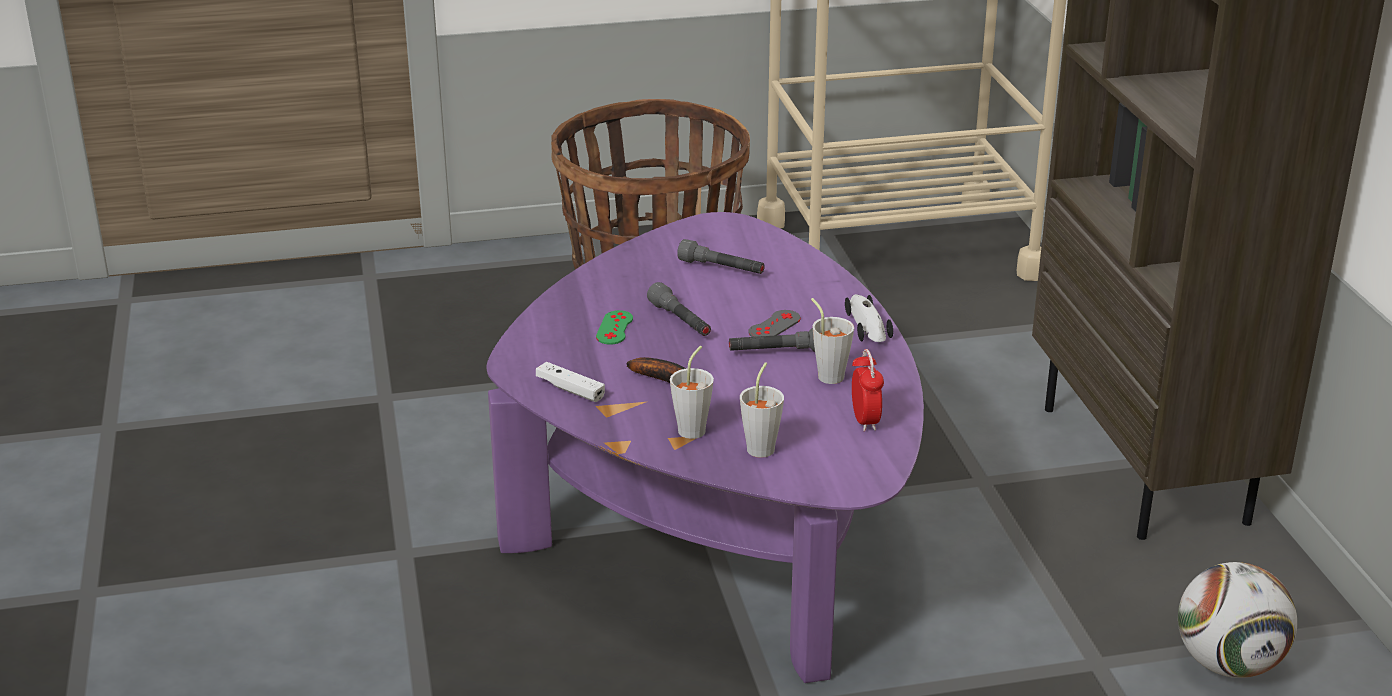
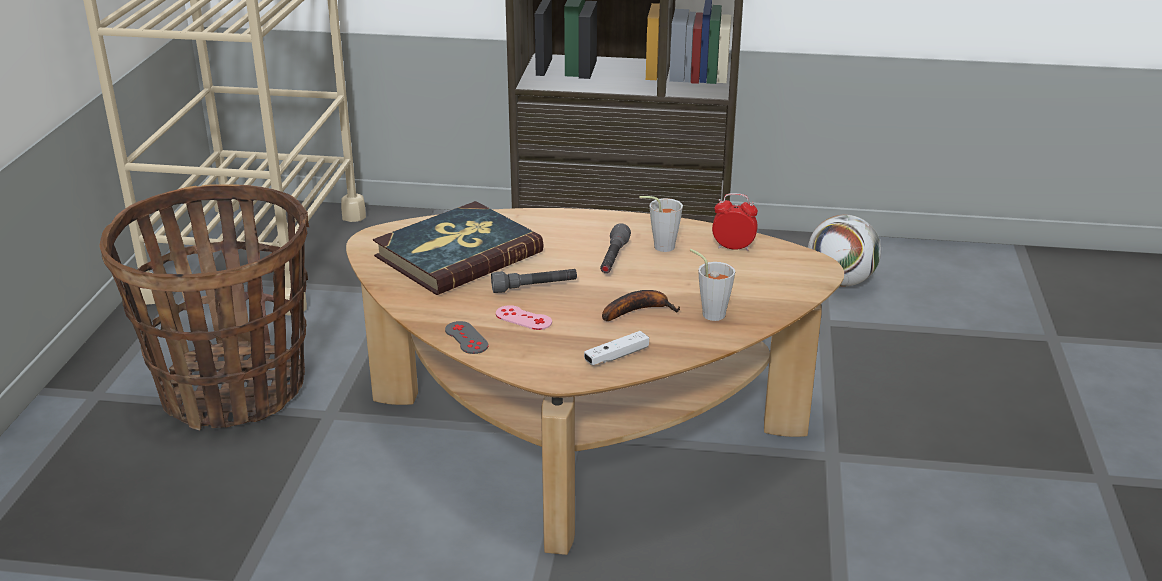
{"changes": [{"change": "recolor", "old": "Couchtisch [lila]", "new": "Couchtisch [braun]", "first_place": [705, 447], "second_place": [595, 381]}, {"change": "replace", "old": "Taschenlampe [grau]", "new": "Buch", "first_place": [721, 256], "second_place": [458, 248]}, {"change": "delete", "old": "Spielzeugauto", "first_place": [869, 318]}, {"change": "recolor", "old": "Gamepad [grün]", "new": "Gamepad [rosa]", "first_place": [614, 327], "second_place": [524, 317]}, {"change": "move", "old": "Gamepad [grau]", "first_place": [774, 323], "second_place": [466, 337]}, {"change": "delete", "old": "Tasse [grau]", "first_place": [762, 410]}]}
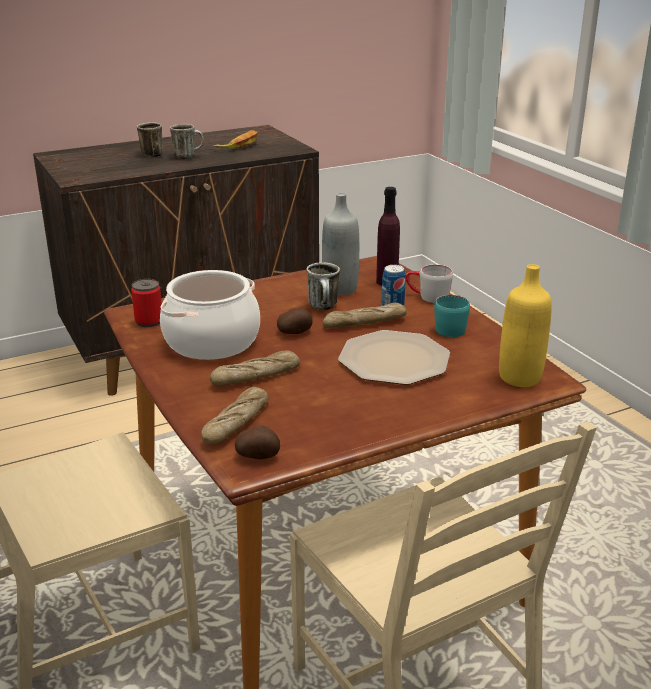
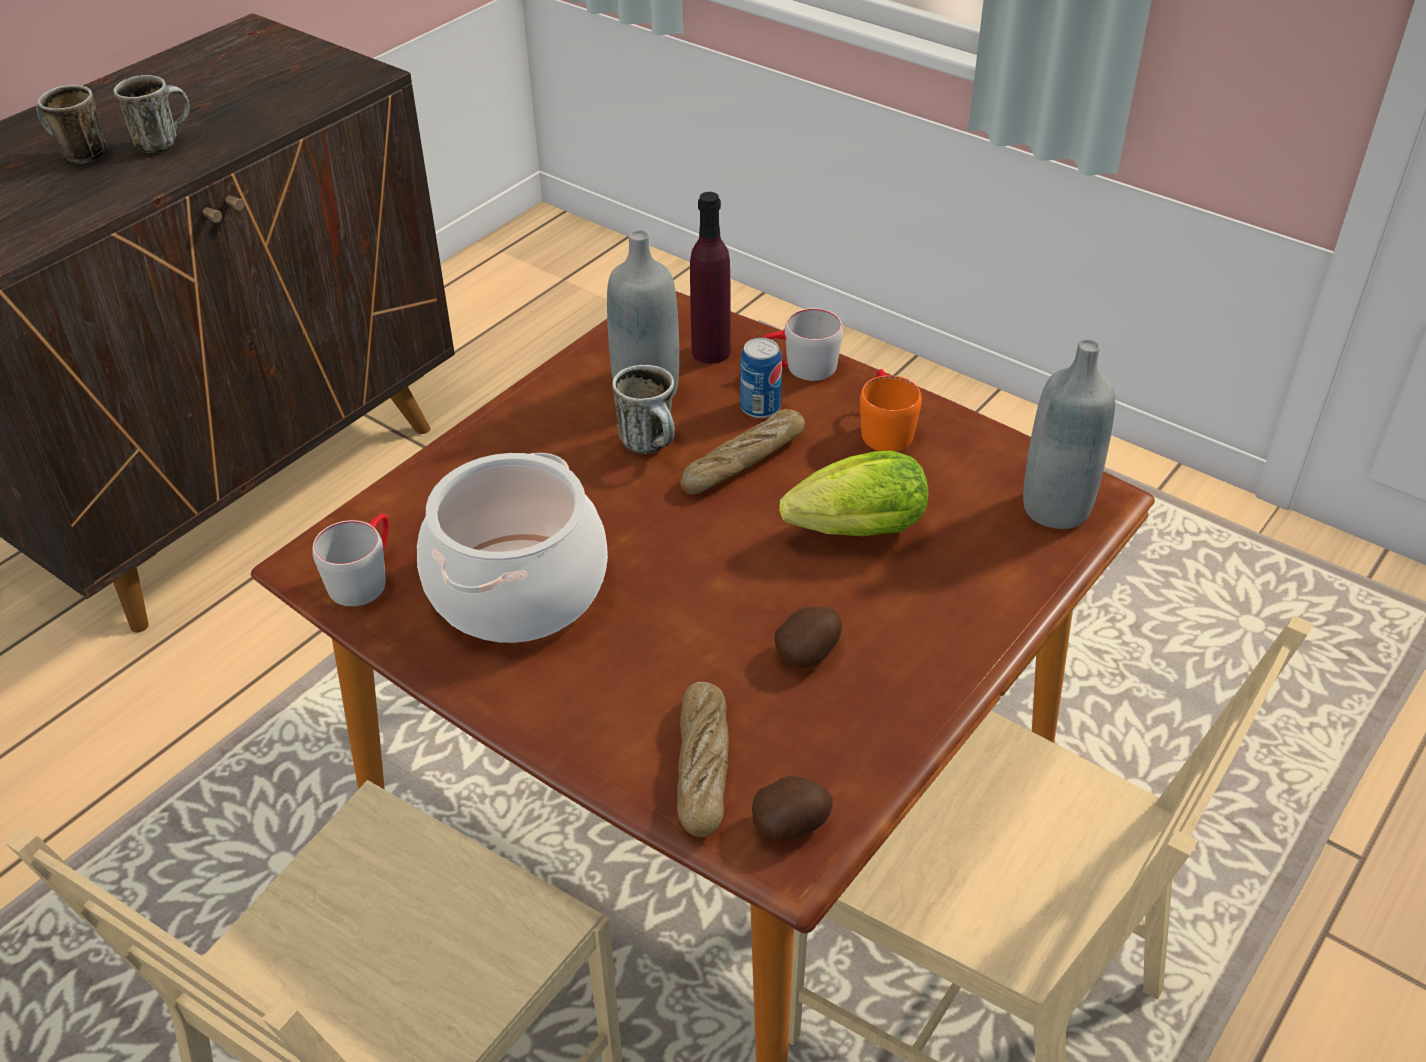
{"changes": [{"change": "delete", "old": "Banane", "first_place": [236, 139]}, {"change": "recolor", "old": "Flasche [gelb]", "new": "Flasche [grau]", "first_place": [525, 325], "second_place": [1069, 434]}, {"change": "replace", "old": "Dose", "new": "Henkelbecher [grau]", "first_place": [146, 303], "second_place": [350, 560]}, {"change": "recolor", "old": "Henkelbecher [türkis]", "new": "Henkelbecher [orange]", "first_place": [452, 316], "second_place": [891, 410]}, {"change": "move", "old": "Kartoffel", "first_place": [295, 321], "second_place": [808, 637]}, {"change": "replace", "old": "Teller", "new": "Salatkopf", "first_place": [394, 357], "second_place": [853, 493]}, {"change": "delete", "old": "Brot", "first_place": [255, 368]}]}
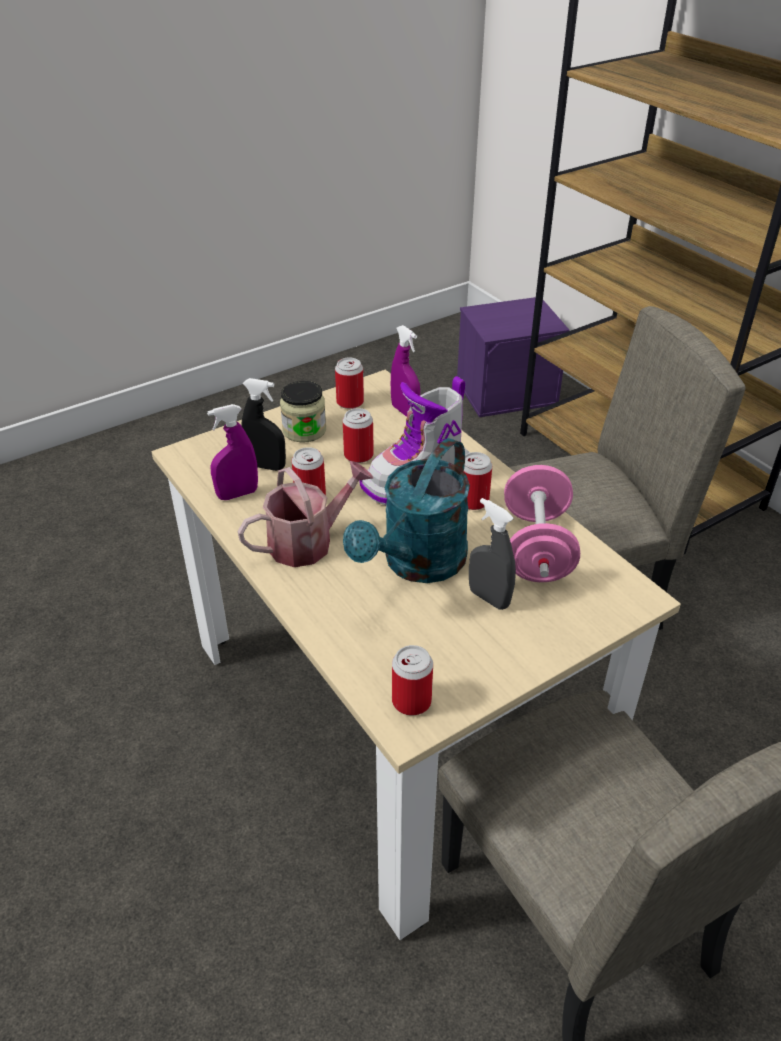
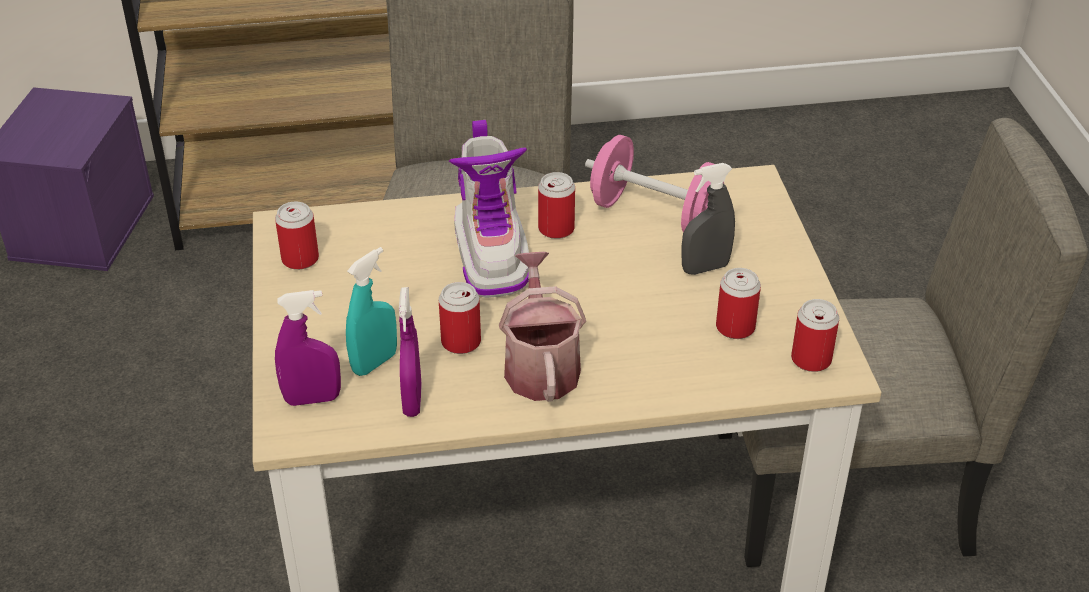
{"changes": [{"change": "move", "old": "Sprühflasche [lila]", "first_place": [405, 371], "second_place": [308, 348]}, {"change": "recolor", "old": "Sprühflasche [schwarz]", "new": "Sprühflasche [türkis]", "first_place": [263, 424], "second_place": [371, 311]}, {"change": "delete", "old": "Vorratsglas", "first_place": [303, 412]}, {"change": "move", "old": "Dose", "first_place": [358, 435], "second_place": [738, 303]}, {"change": "delete", "old": "Gießkanne [türkis]", "first_place": [406, 510]}]}
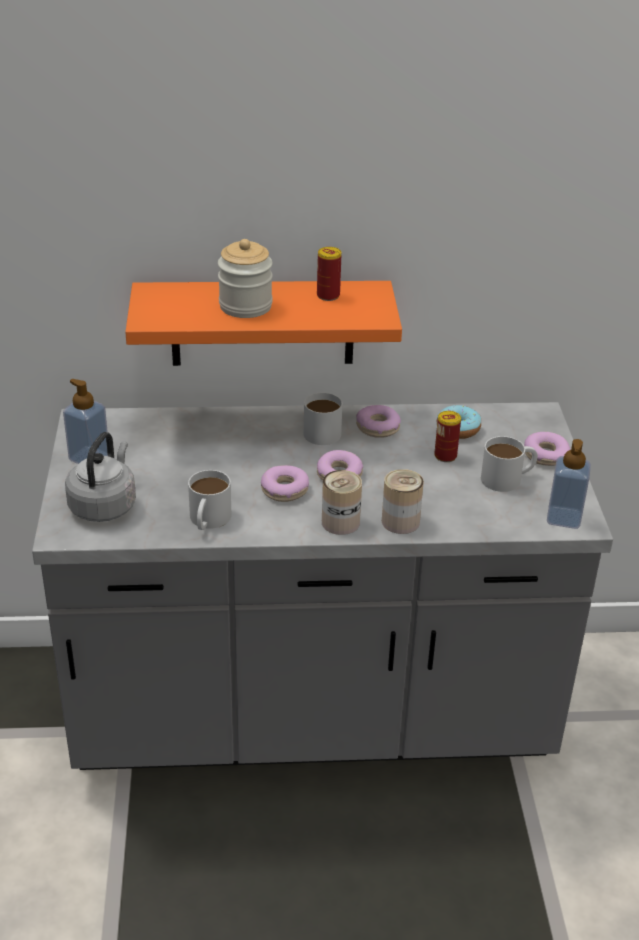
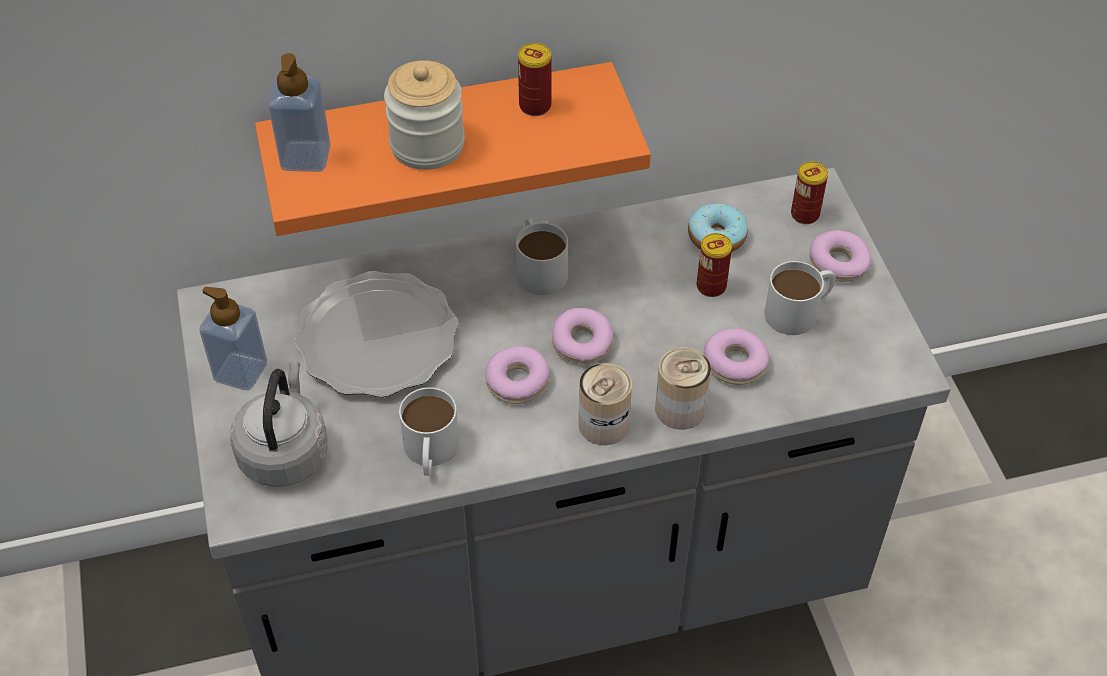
{"changes": [{"change": "move", "old": "Donut", "first_place": [378, 421], "second_place": [737, 356]}, {"change": "move", "old": "Seifenspender", "first_place": [569, 484], "second_place": [299, 112]}, {"change": "insert", "new": "Dose", "second_place": [809, 192]}, {"change": "insert", "new": "Teller", "second_place": [377, 334]}]}
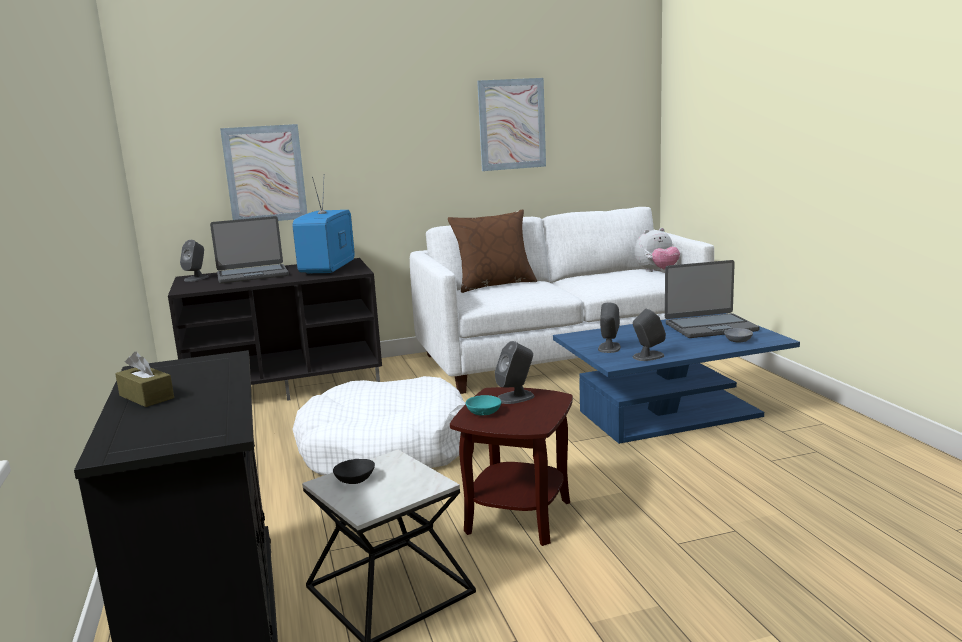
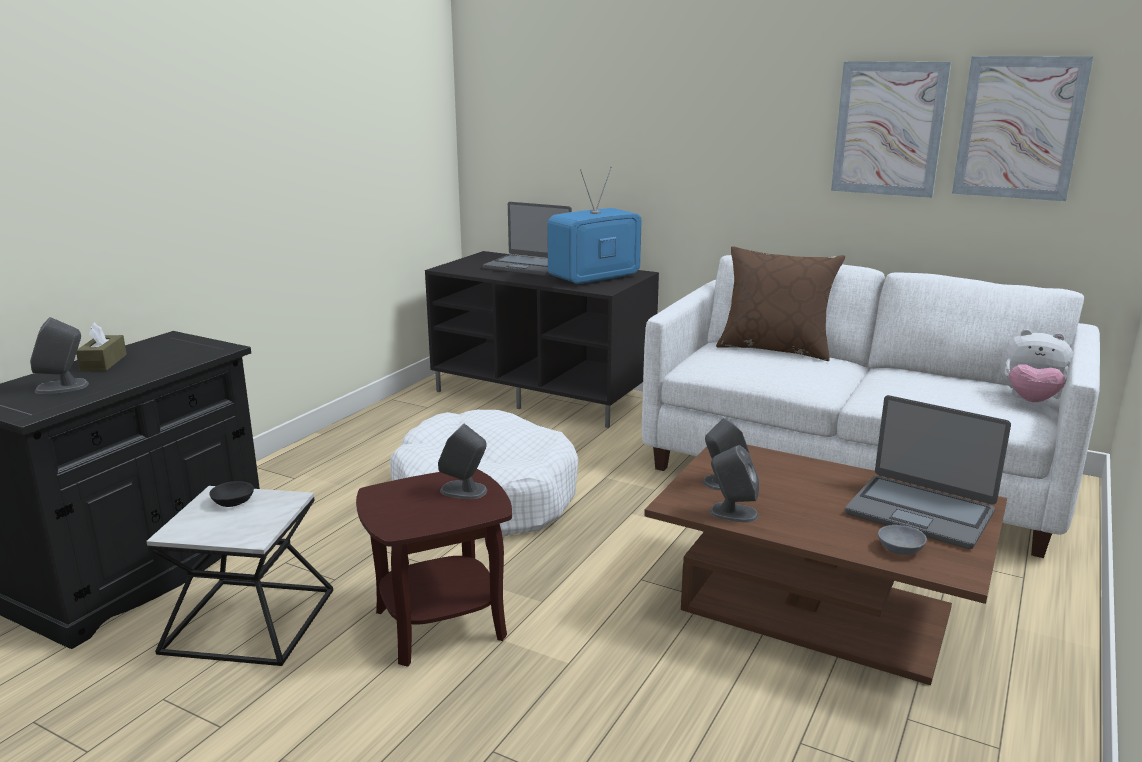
{"changes": [{"change": "move", "old": "Bild", "first_place": [264, 172], "second_place": [1022, 128]}, {"change": "move", "old": "Lautsprecher [grau]", "first_place": [194, 261], "second_place": [59, 355]}, {"change": "recolor", "old": "Couchtisch [blau]", "new": "Couchtisch [braun]", "first_place": [676, 378], "second_place": [825, 565]}, {"change": "delete", "old": "Schüssel [türkis]", "first_place": [483, 405]}]}
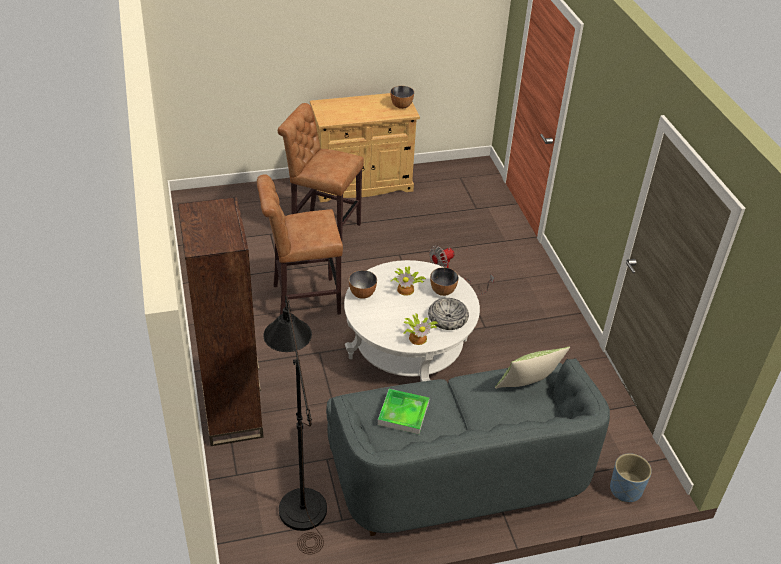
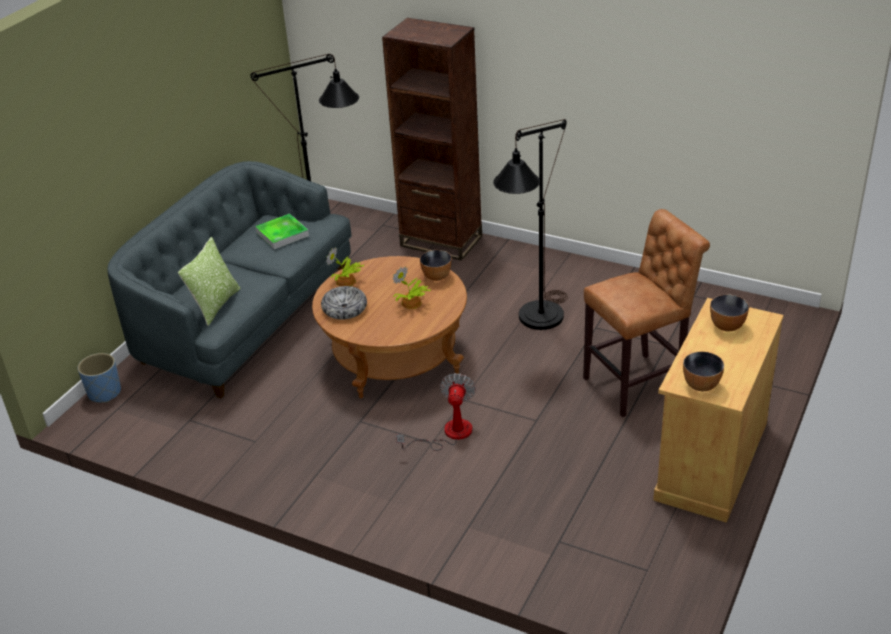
{"changes": [{"change": "replace", "old": "Hocker [braun]", "new": "Stehlampe [schwarz]", "first_place": [300, 244], "second_place": [530, 224]}, {"change": "recolor", "old": "Couchtisch [weiß]", "new": "Couchtisch [braun]", "first_place": [412, 321], "second_place": [389, 327]}, {"change": "move", "old": "Schüssel", "first_place": [444, 282], "second_place": [729, 313]}]}
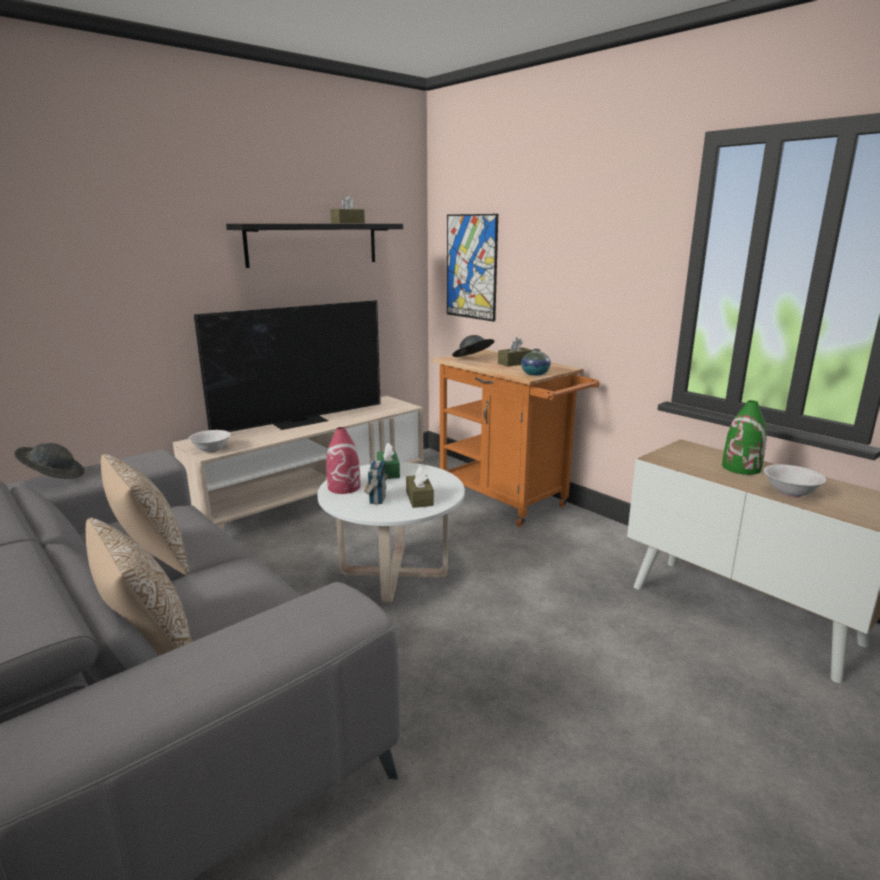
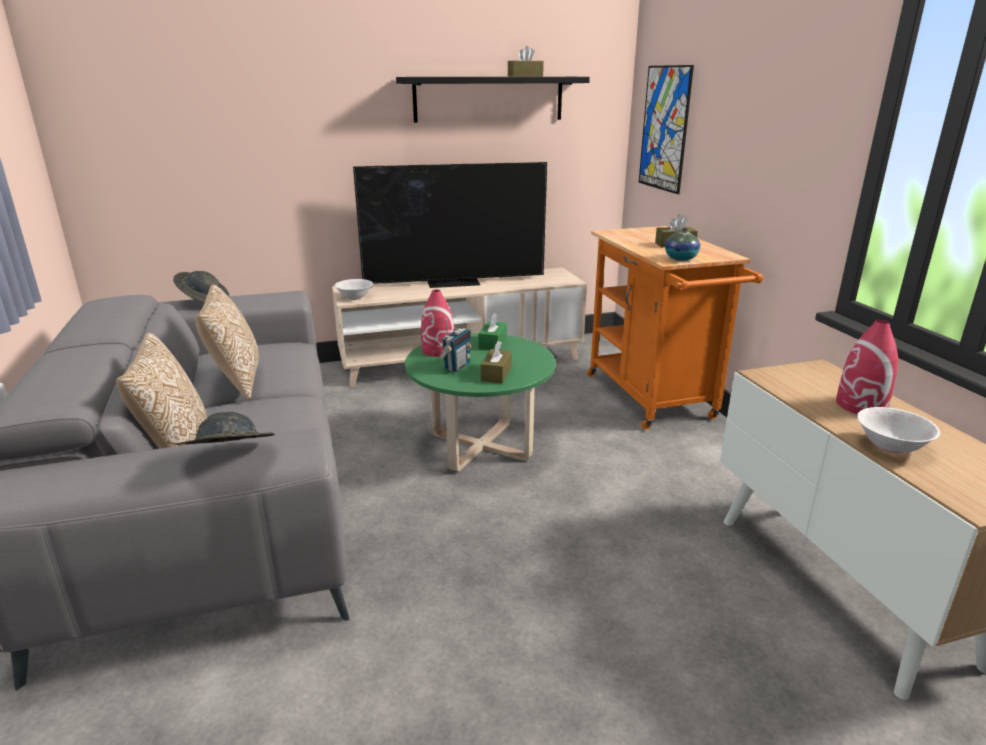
{"changes": [{"change": "move", "old": "Hut [grau]", "first_place": [473, 346], "second_place": [225, 428]}, {"change": "recolor", "old": "Vase [grün]", "new": "Vase [rot]", "first_place": [744, 437], "second_place": [867, 367]}, {"change": "recolor", "old": "Couchtisch [weiß]", "new": "Couchtisch [grün]", "first_place": [391, 532], "second_place": [480, 402]}]}
